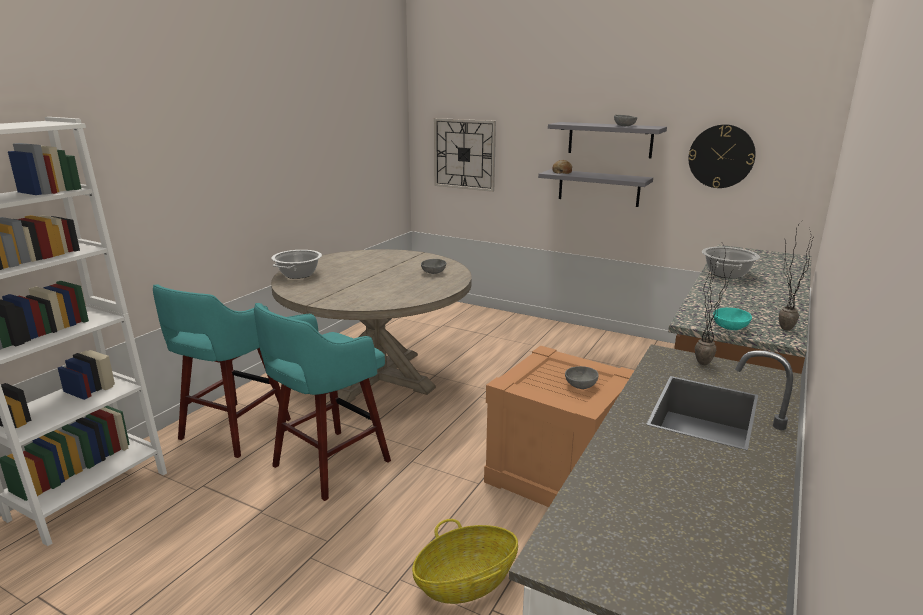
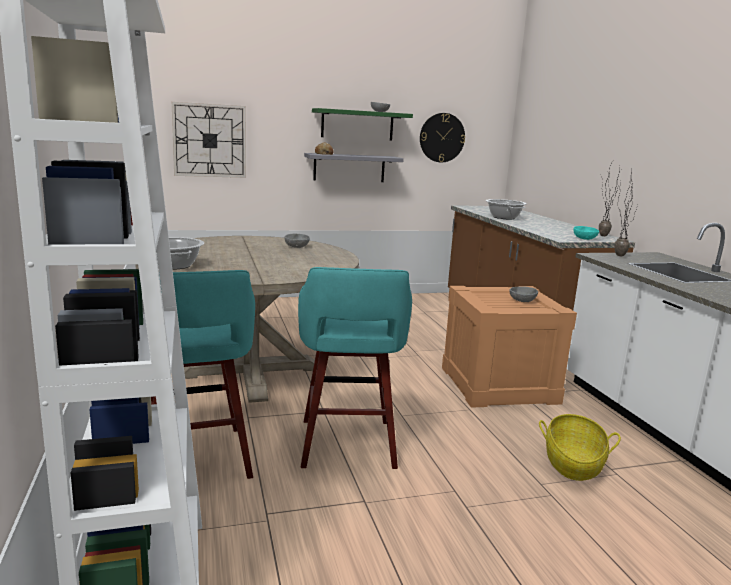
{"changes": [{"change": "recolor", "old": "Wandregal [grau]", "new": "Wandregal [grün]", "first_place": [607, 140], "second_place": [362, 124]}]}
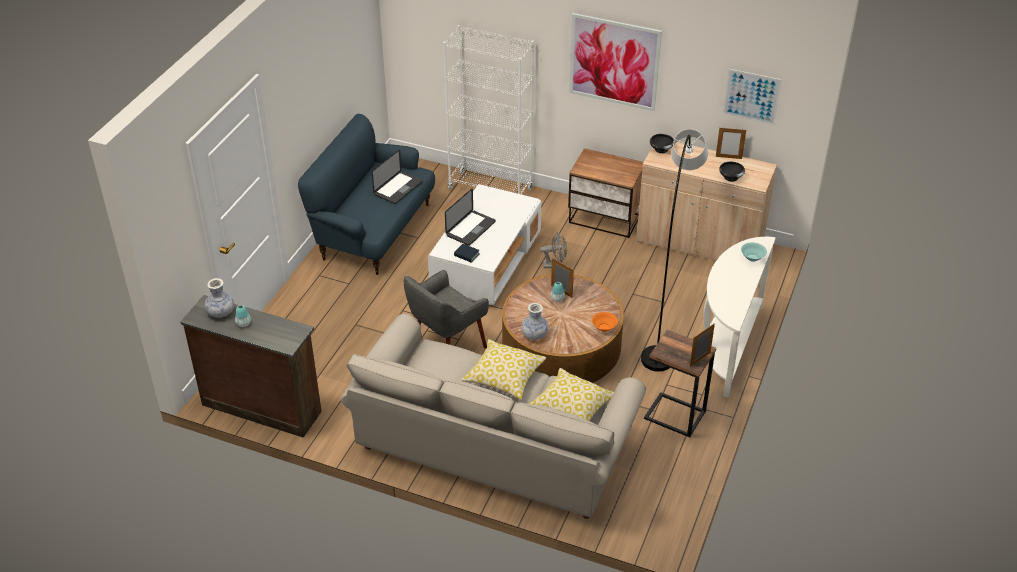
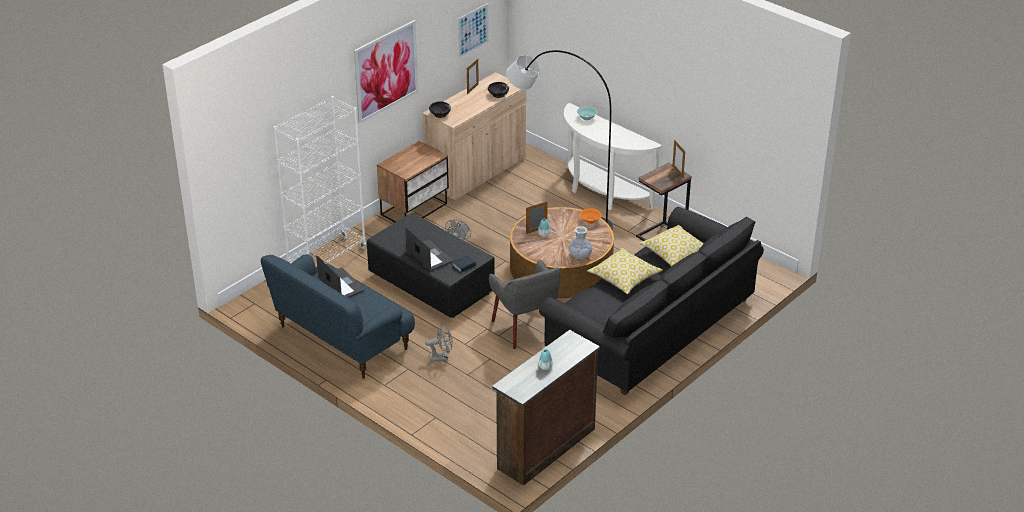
{"changes": [{"change": "recolor", "old": "Couchtisch [weiß]", "new": "Couchtisch [schwarz]", "first_place": [484, 245], "second_place": [431, 265]}, {"change": "delete", "old": "Vase", "first_place": [219, 298]}, {"change": "recolor", "old": "Sofa [beige]", "new": "Sofa [schwarz]", "first_place": [493, 416], "second_place": [651, 301]}, {"change": "insert", "new": "Ventilator [grau]", "second_place": [439, 343]}]}
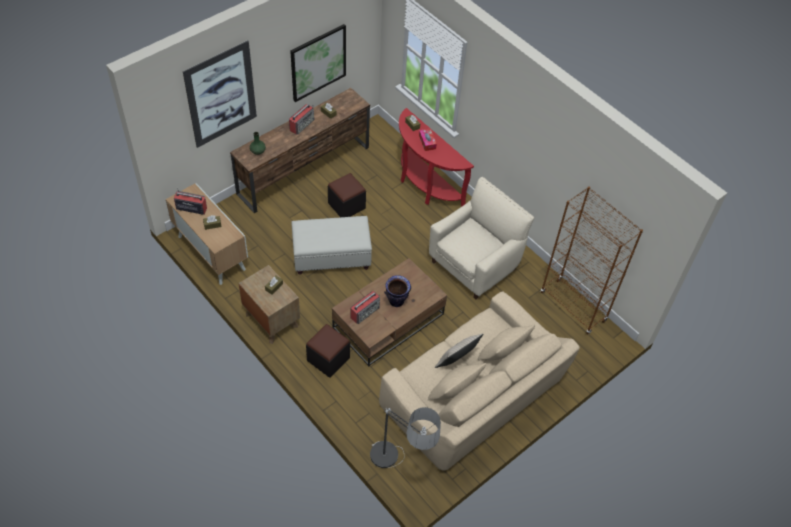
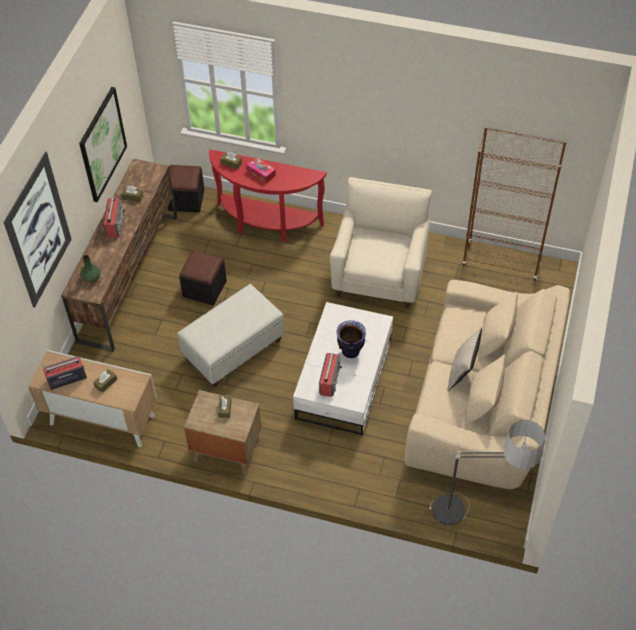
{"changes": [{"change": "recolor", "old": "Couchtisch [braun]", "new": "Couchtisch [weiß]", "first_place": [389, 312], "second_place": [343, 369]}, {"change": "move", "old": "Polsterhocker [schwarz]", "first_place": [328, 351], "second_place": [186, 189]}]}
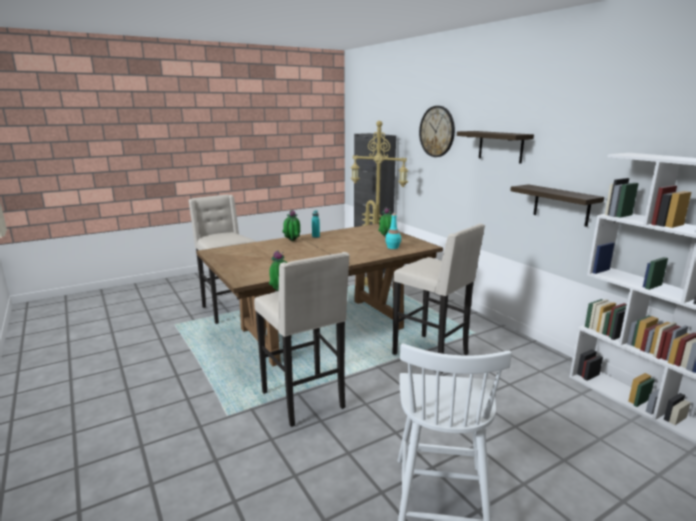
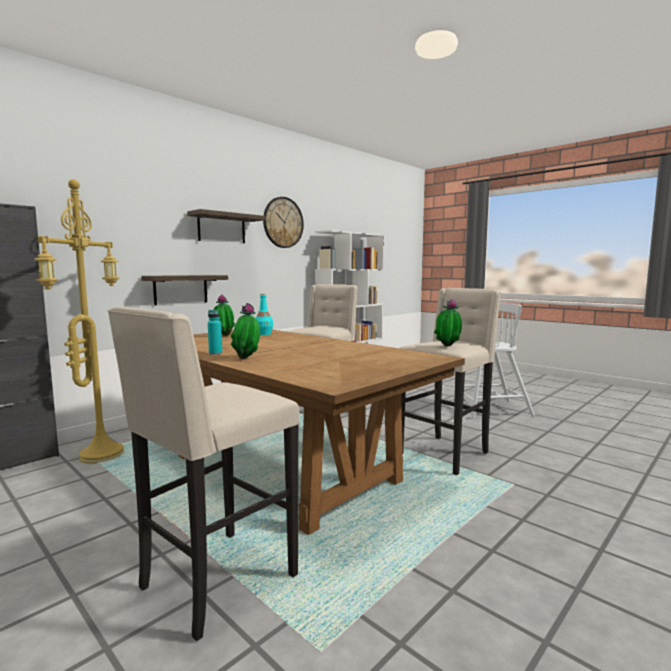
{"changes": [{"change": "move", "old": "Wanduhr", "first_place": [437, 131], "second_place": [283, 222]}, {"change": "move", "old": "Wandregal", "first_place": [557, 205], "second_place": [184, 290]}]}
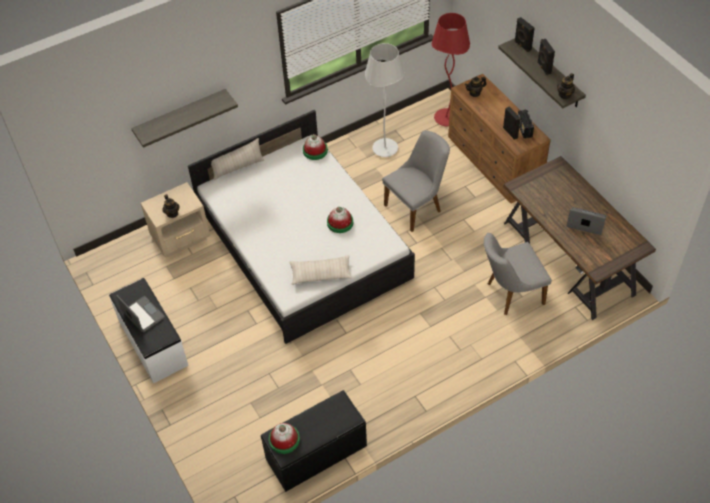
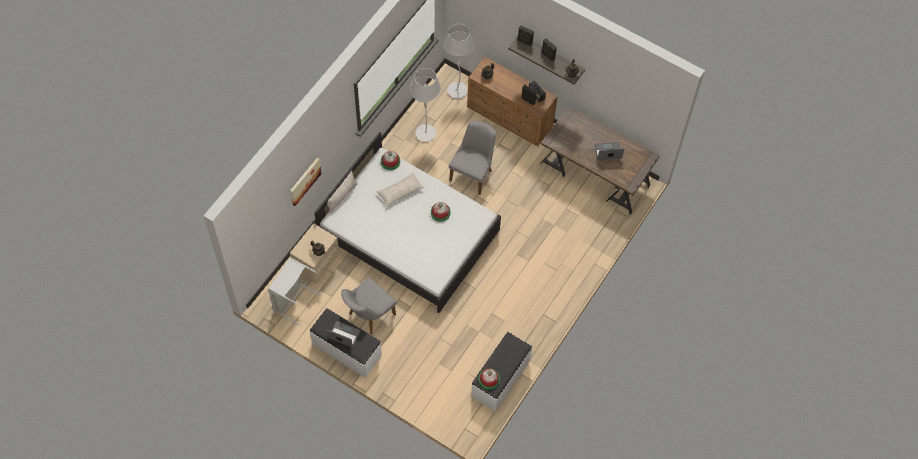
{"changes": [{"change": "recolor", "old": "Stehlampe [rot]", "new": "Stehlampe [weiß]", "first_place": [451, 69], "second_place": [459, 61]}, {"change": "replace", "old": "Wandregal", "new": "Bild", "first_place": [184, 118], "second_place": [305, 182]}, {"change": "move", "old": "Stuhl [grau]", "first_place": [518, 274], "second_place": [369, 305]}, {"change": "move", "old": "Kissen [beige]", "first_place": [321, 270], "second_place": [400, 189]}, {"change": "recolor", "old": "Bank [schwarz]", "new": "Bank [weiß]", "first_place": [314, 441], "second_place": [502, 372]}, {"change": "insert", "new": "Wäschekorb [grau]", "second_place": [295, 291]}]}
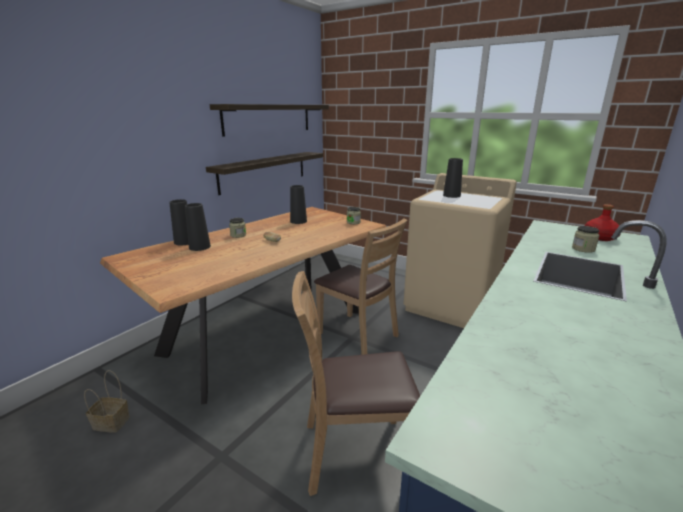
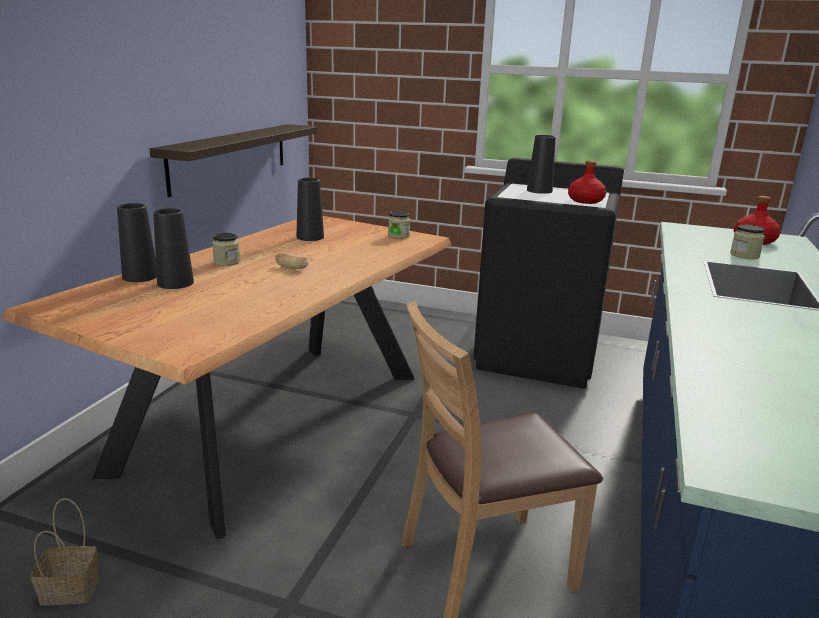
{"changes": [{"change": "delete", "old": "Wandregal", "first_place": [269, 120]}, {"change": "recolor", "old": "Waschmaschine [beige]", "new": "Waschmaschine [schwarz]", "first_place": [460, 250], "second_place": [548, 273]}, {"change": "delete", "old": "Stuhl [braun]", "first_place": [361, 287]}, {"change": "insert", "new": "Flasche [rot]", "second_place": [587, 182]}]}
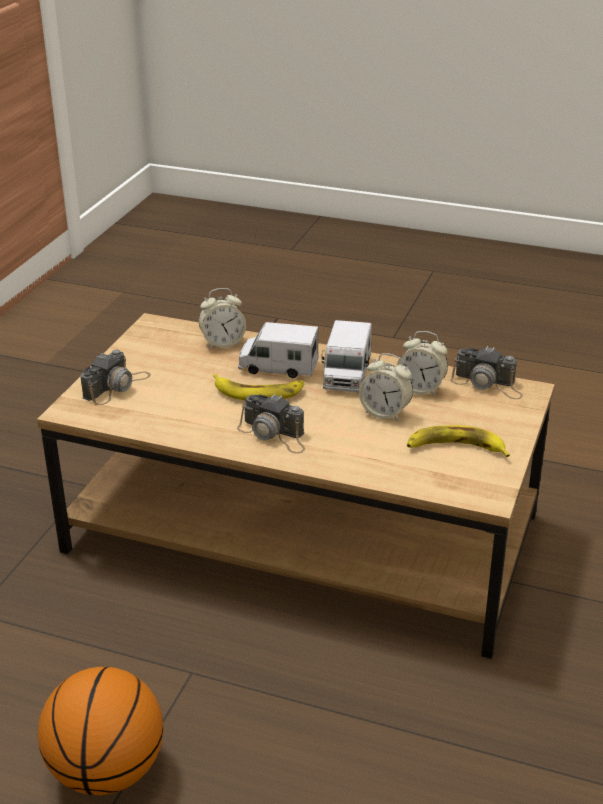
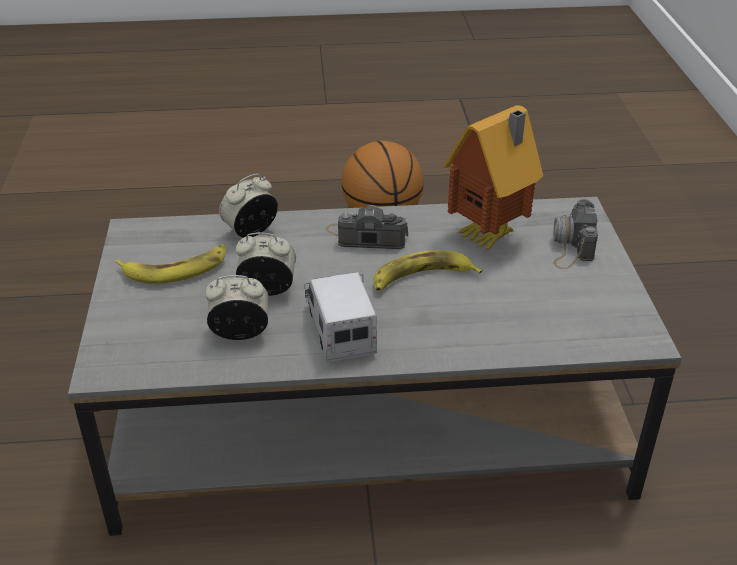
{"changes": [{"change": "move", "old": "Wecker", "first_place": [222, 318], "second_place": [248, 206]}, {"change": "recolor", "old": "Couchtisch [braun]", "new": "Couchtisch [grau]", "first_place": [296, 486], "second_place": [374, 366]}, {"change": "delete", "old": "Spielzeuglaster", "first_place": [278, 350]}, {"change": "delete", "old": "Kamera", "first_place": [487, 372]}, {"change": "insert", "new": "Spielzeughaus", "second_place": [493, 178]}]}
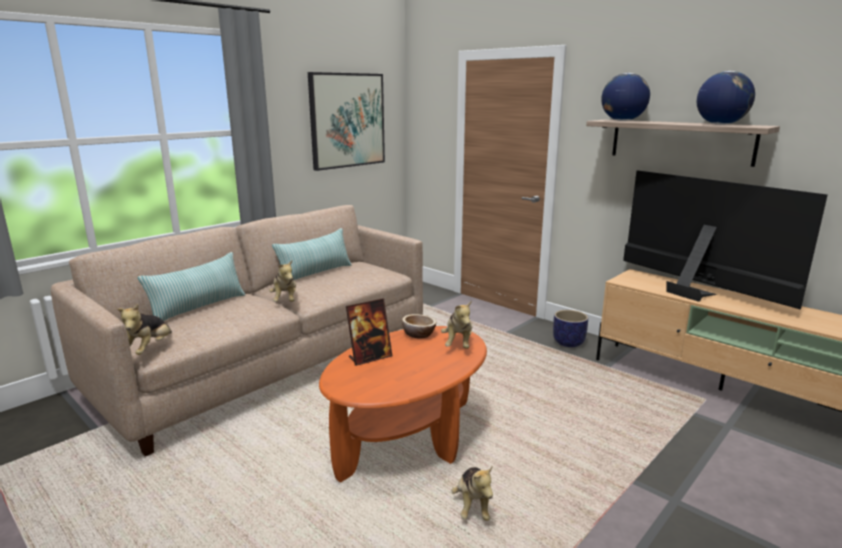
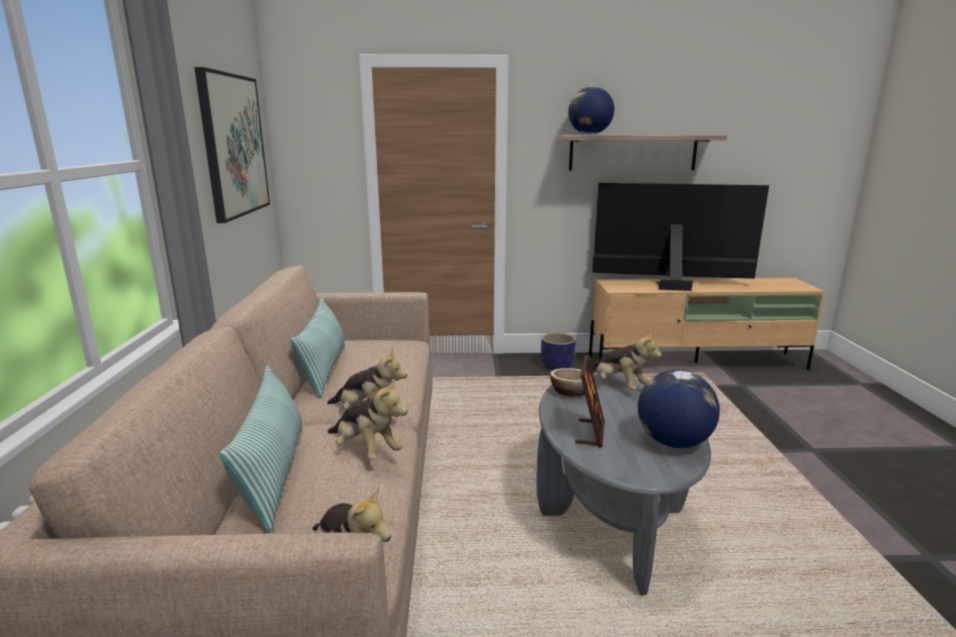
{"changes": [{"change": "move", "old": "Globus", "first_place": [726, 98], "second_place": [679, 409]}, {"change": "recolor", "old": "Couchtisch [orange]", "new": "Couchtisch [grau]", "first_place": [403, 404], "second_place": [623, 483]}, {"change": "move", "old": "Plüschtier", "first_place": [472, 493], "second_place": [367, 419]}]}
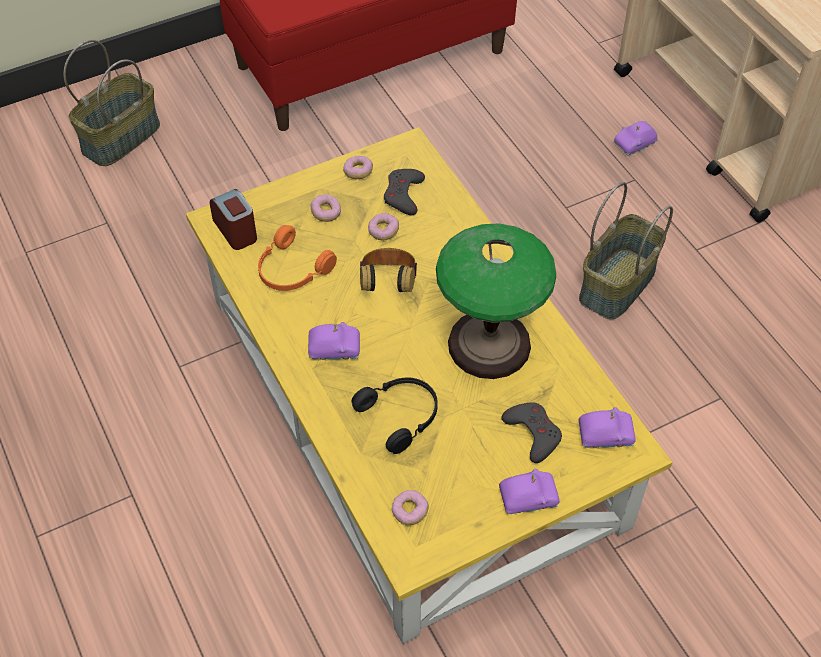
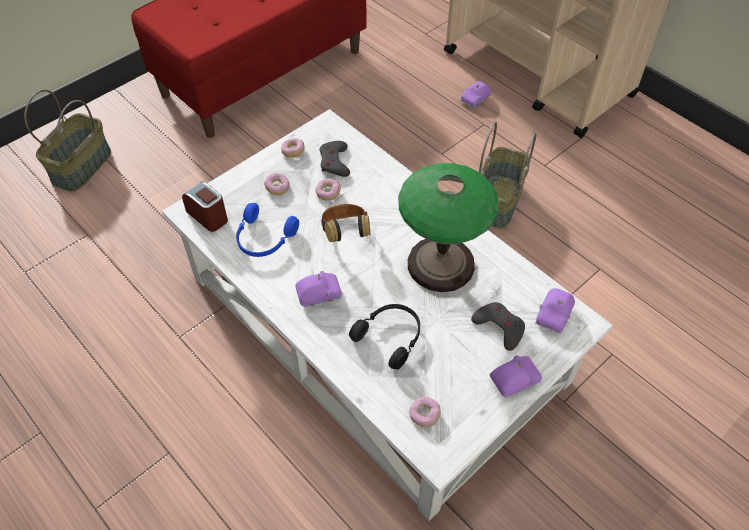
{"changes": [{"change": "recolor", "old": "Couchtisch [gelb]", "new": "Couchtisch [weiß]", "first_place": [429, 385], "second_place": [387, 315]}, {"change": "recolor", "old": "Kopfhörer [orange]", "new": "Kopfhörer [blau]", "first_place": [297, 258], "second_place": [267, 230]}, {"change": "rotate", "old": "Spielzeugauto [lila]", "first_place": [607, 427], "second_place": [555, 311], "degrees": 135}]}
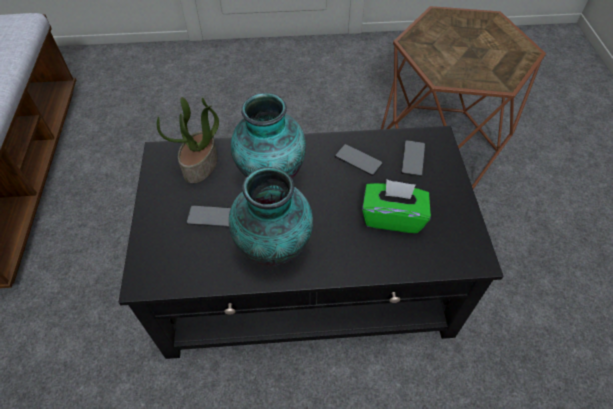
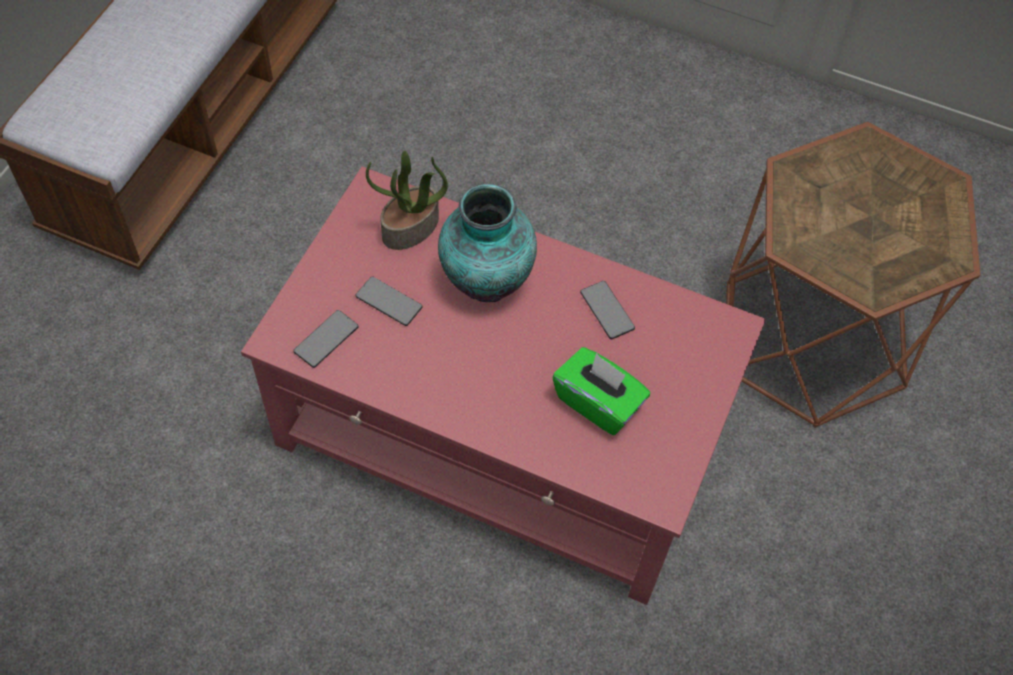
{"changes": [{"change": "recolor", "old": "Couchtisch [schwarz]", "new": "Couchtisch [rot]", "first_place": [310, 242], "second_place": [503, 385]}, {"change": "move", "old": "Handy", "first_place": [413, 158], "second_place": [326, 339]}, {"change": "delete", "old": "Vase", "first_place": [271, 216]}]}
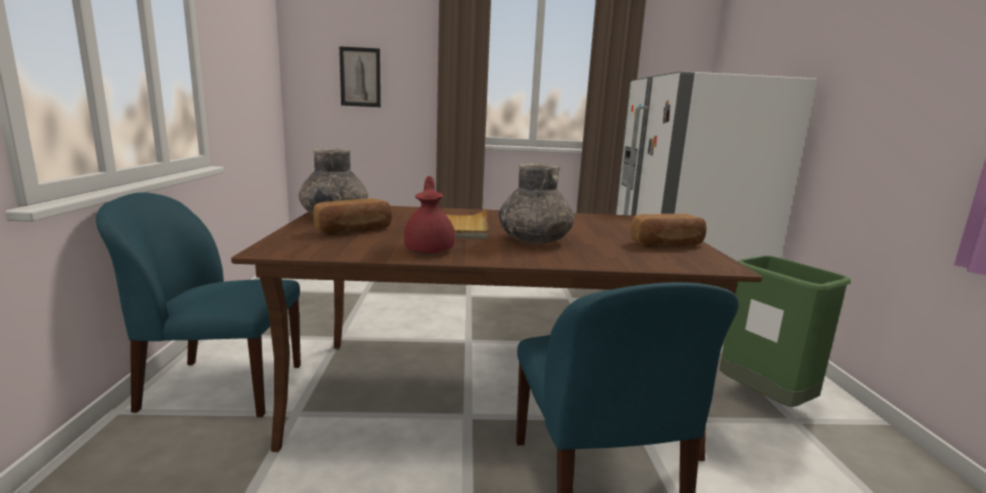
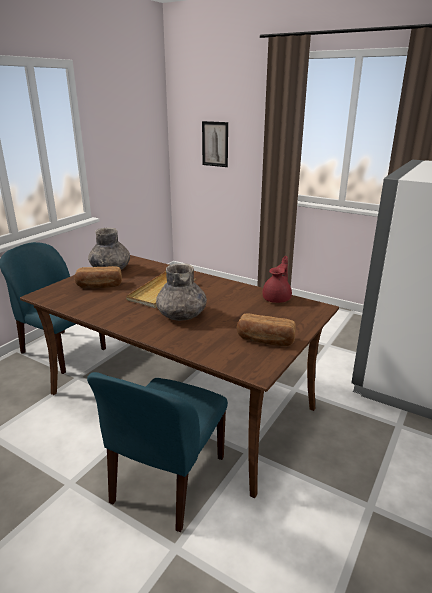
{"changes": [{"change": "move", "old": "Teekanne [rot]", "first_place": [429, 214], "second_place": [277, 279]}, {"change": "delete", "old": "Mülleimer [grün]", "first_place": [785, 331]}]}
